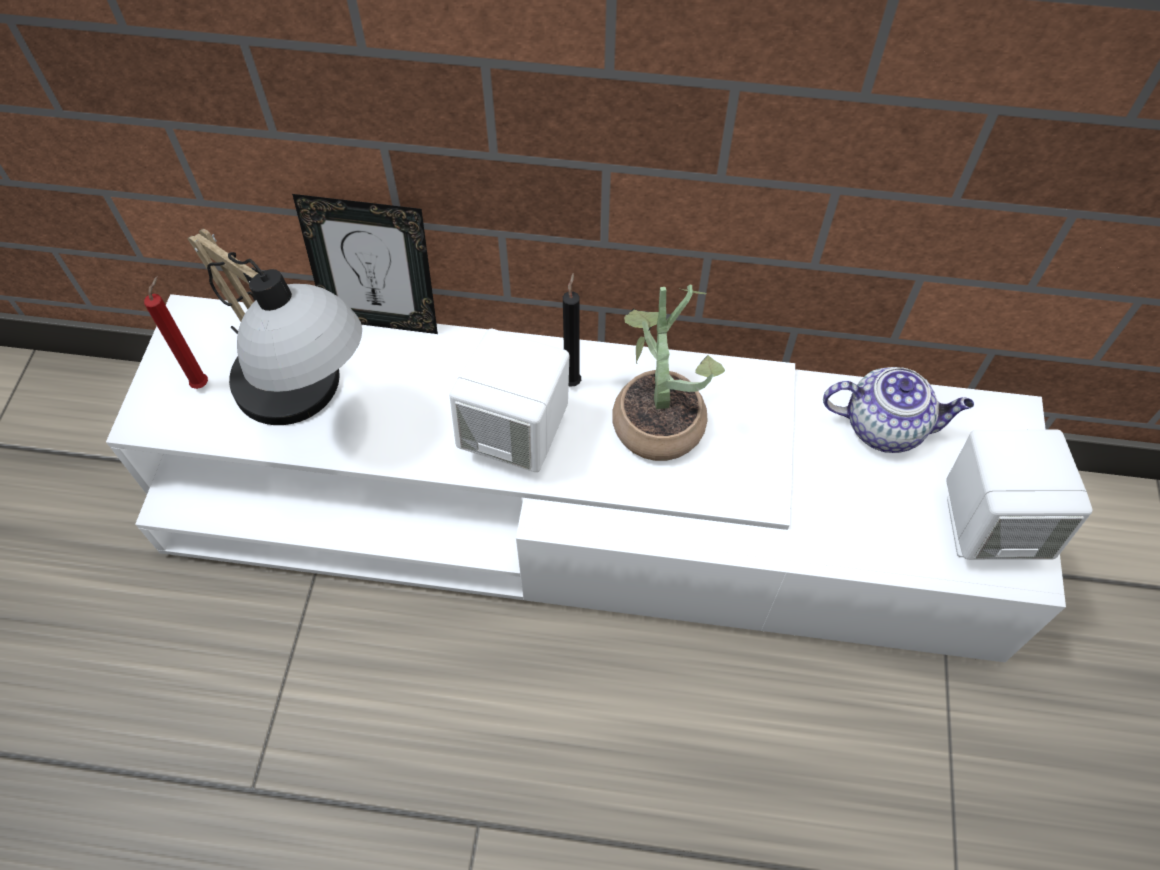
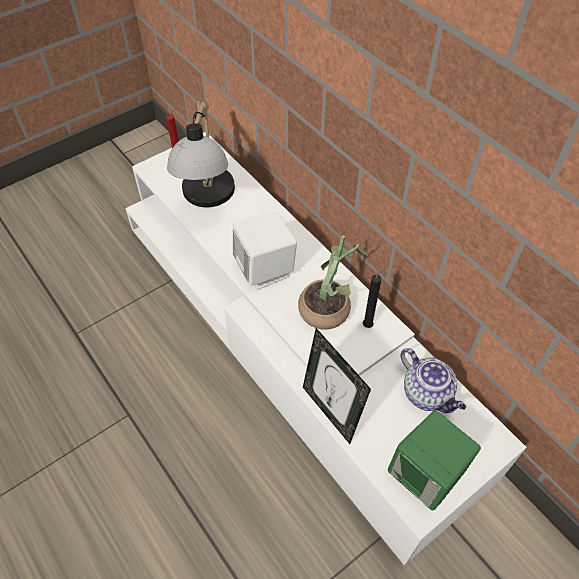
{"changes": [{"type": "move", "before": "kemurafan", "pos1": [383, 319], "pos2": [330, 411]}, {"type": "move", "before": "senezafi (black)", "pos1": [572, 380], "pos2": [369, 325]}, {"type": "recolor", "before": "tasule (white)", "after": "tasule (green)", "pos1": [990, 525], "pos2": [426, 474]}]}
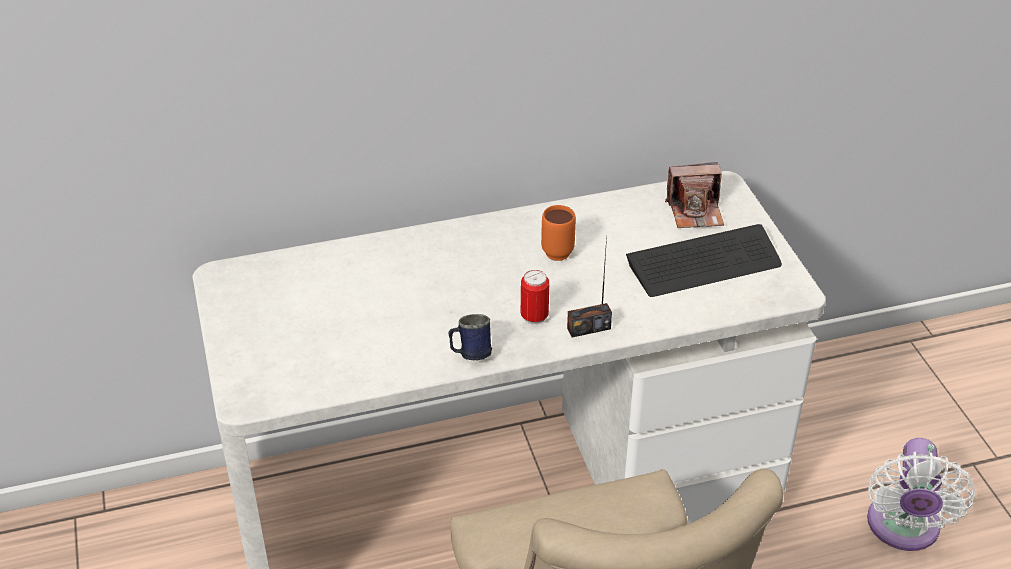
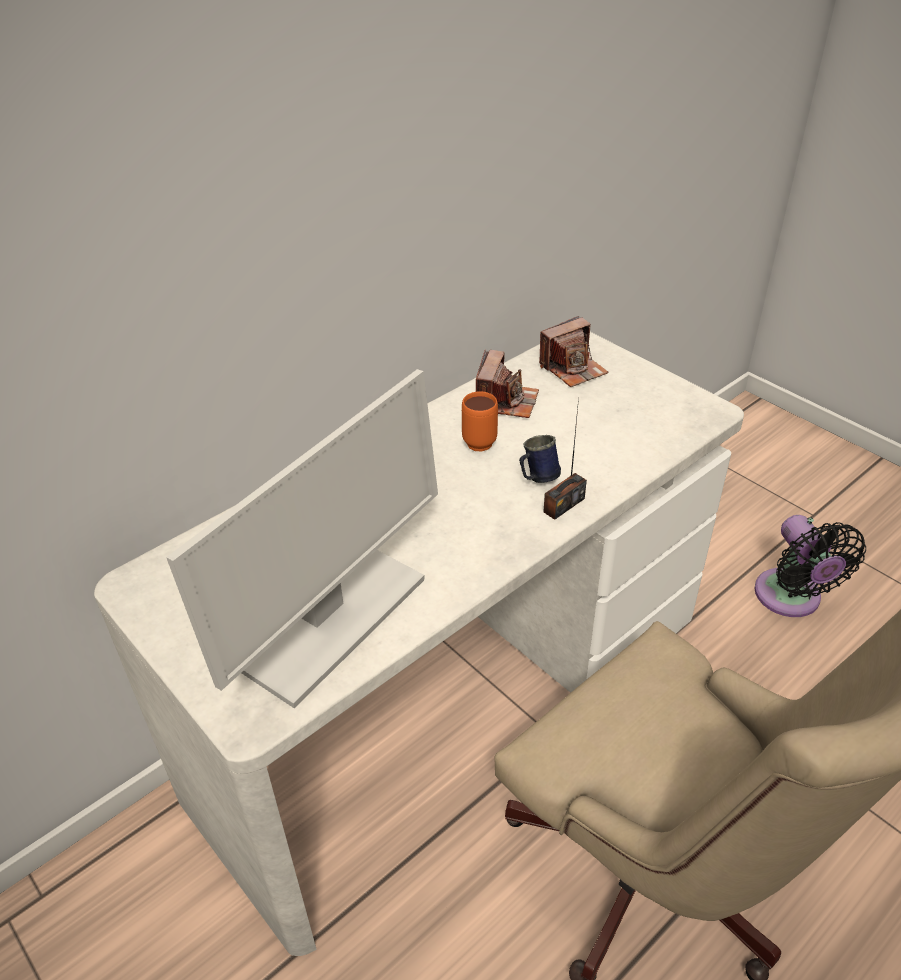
{"changes": [{"type": "delete", "before": "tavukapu", "pos1": [534, 317]}, {"type": "delete", "before": "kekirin", "pos1": [704, 263]}, {"type": "insert", "after": "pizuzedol", "pos2": [327, 620]}, {"type": "insert", "after": "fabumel", "pos2": [506, 401]}, {"type": "move", "before": "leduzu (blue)", "pos1": [470, 354], "pos2": [537, 478]}, {"type": "recolor", "before": "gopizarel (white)", "after": "gopizarel (black)", "pos1": [903, 529], "pos2": [791, 599]}]}
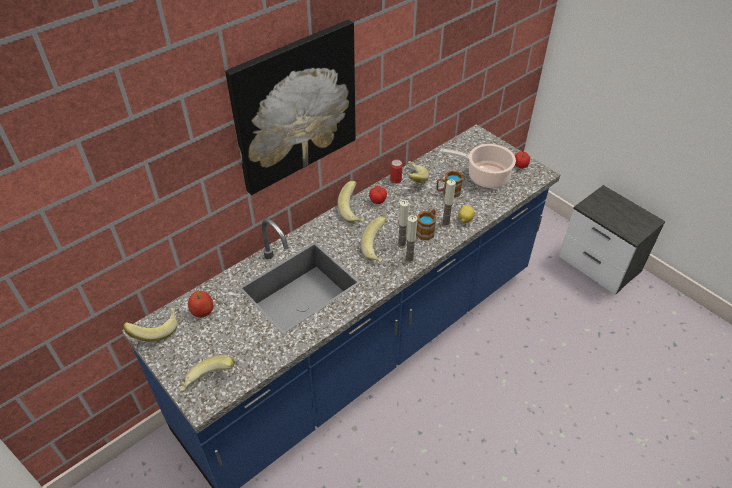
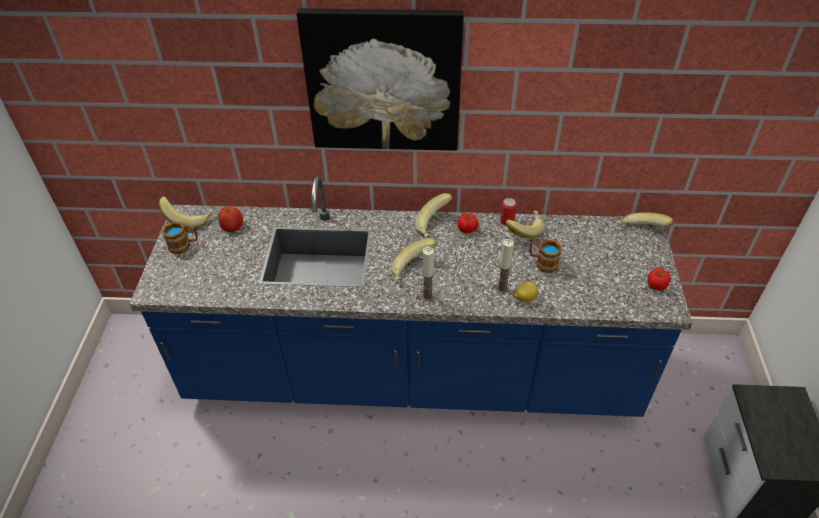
{"changes": [{"type": "delete", "before": "senezafi", "pos1": [402, 244]}, {"type": "delete", "before": "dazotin", "pos1": [485, 176]}, {"type": "move", "before": "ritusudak", "pos1": [209, 382], "pos2": [640, 232]}, {"type": "move", "before": "leduzu", "pos1": [427, 230], "pos2": [184, 245]}]}
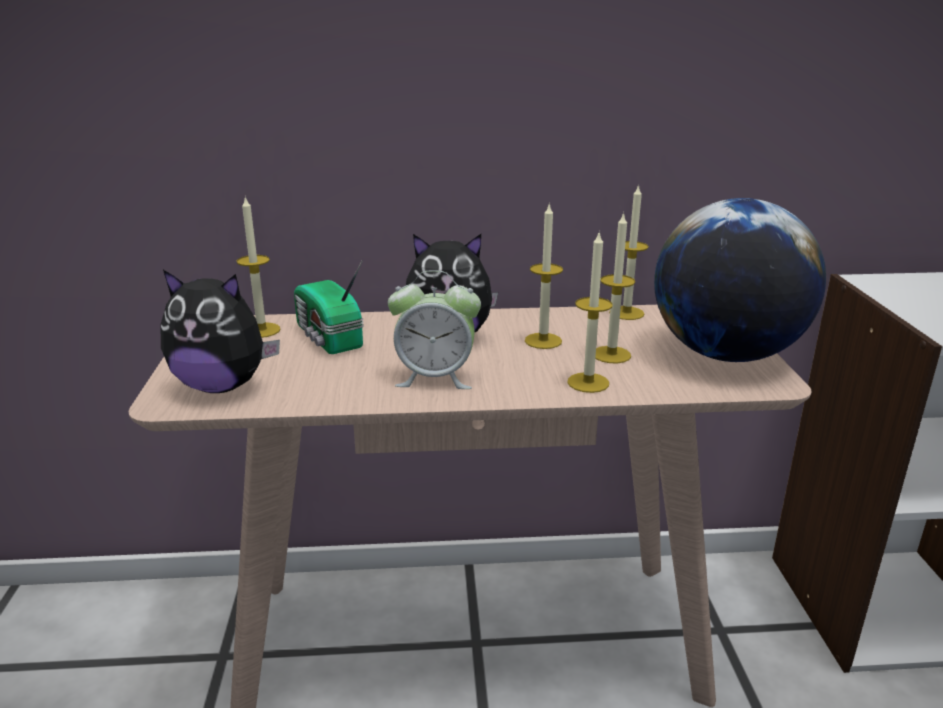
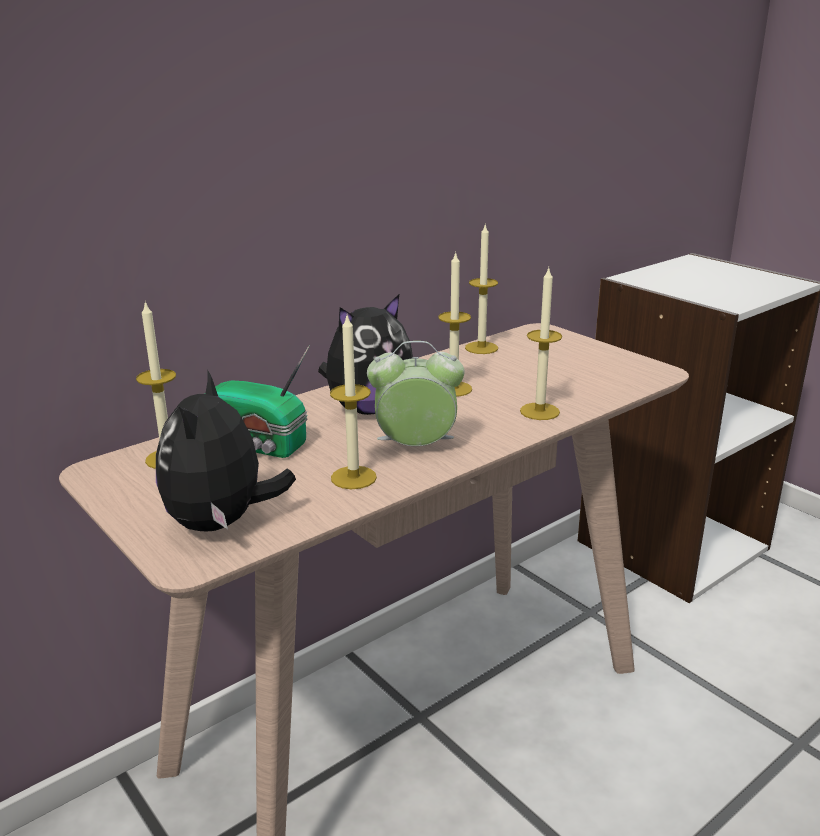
{"changes": [{"type": "delete", "before": "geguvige", "pos1": [726, 354]}, {"type": "move", "before": "senezafi", "pos1": [611, 355], "pos2": [353, 477]}, {"type": "rotate", "before": "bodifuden", "pos1": [222, 386], "pos2": [222, 523], "turn": 120}, {"type": "rotate", "before": "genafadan", "pos1": [435, 378], "pos2": [416, 447], "turn": -150}]}
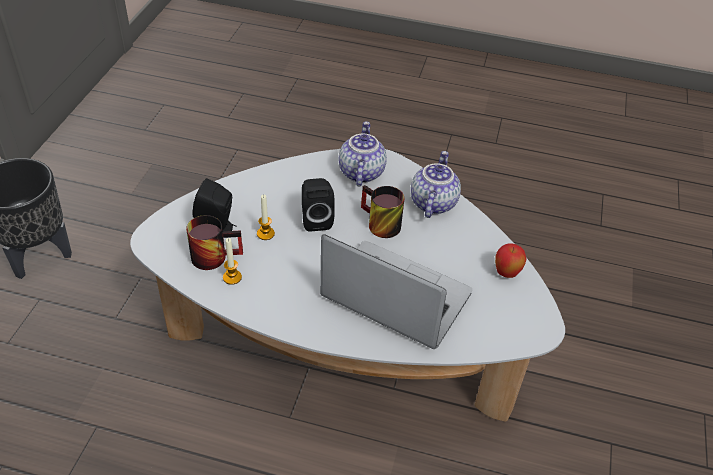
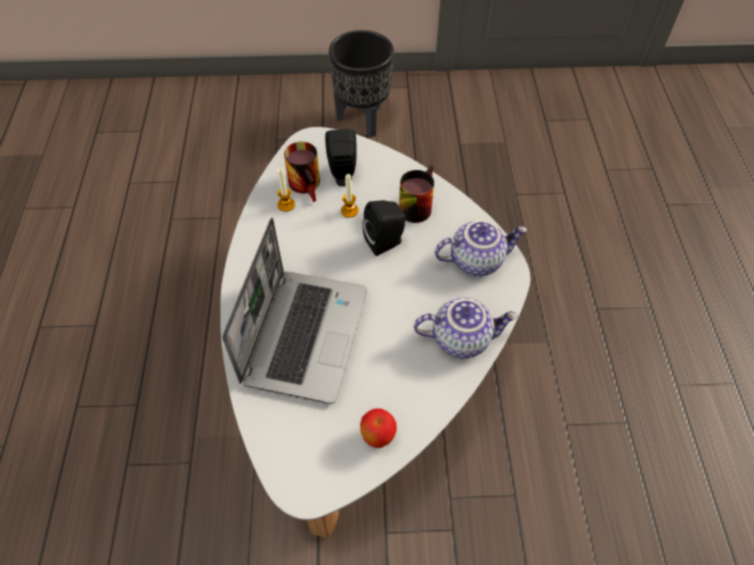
{"changes": [{"type": "move", "before": "leduzu", "pos1": [378, 224], "pos2": [415, 205]}]}
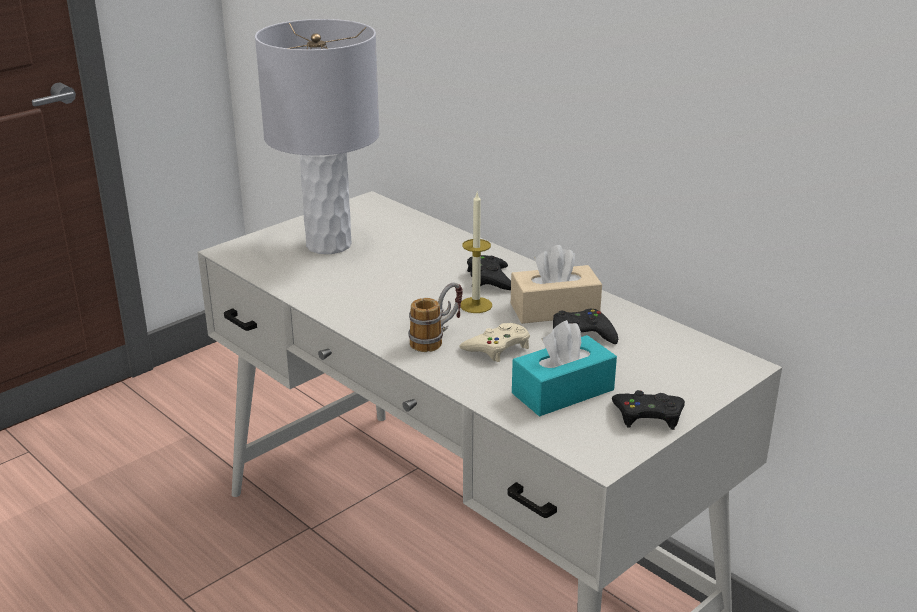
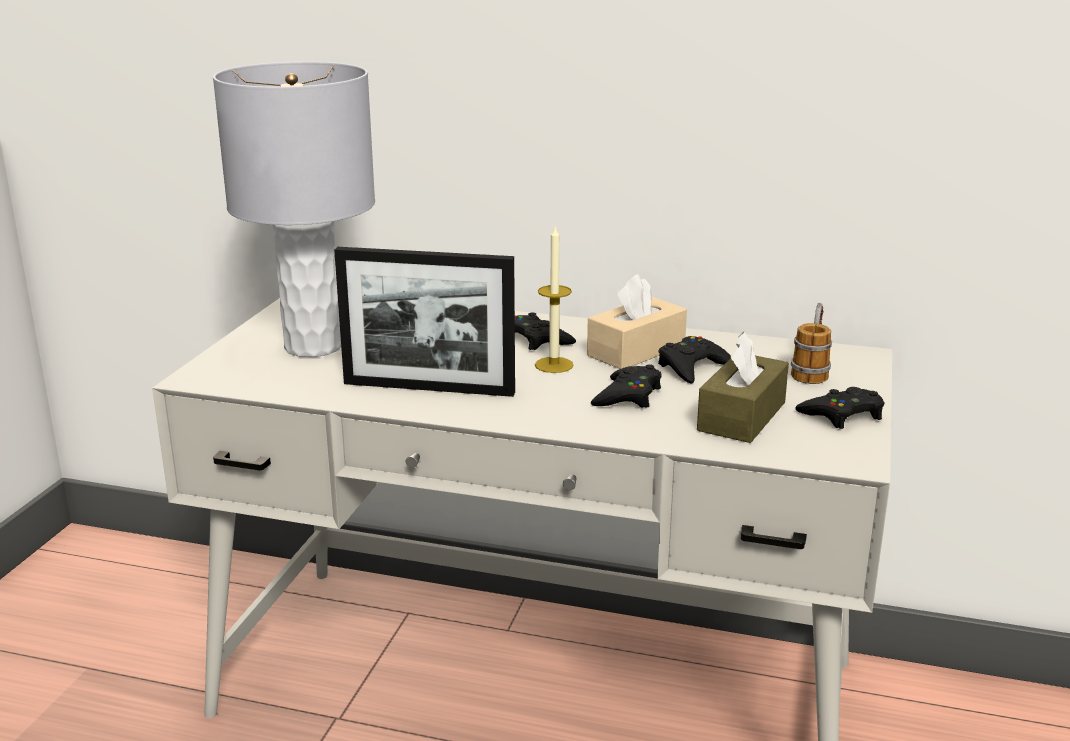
{"changes": [{"type": "insert", "after": "kemurafan", "pos2": [428, 388]}, {"type": "move", "before": "leduzu", "pos1": [437, 339], "pos2": [811, 370]}, {"type": "recolor", "before": "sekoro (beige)", "after": "sekoro (black)", "pos1": [497, 347], "pos2": [628, 396]}, {"type": "recolor", "before": "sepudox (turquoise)", "after": "sepudox (brown)", "pos1": [563, 391], "pos2": [741, 416]}]}
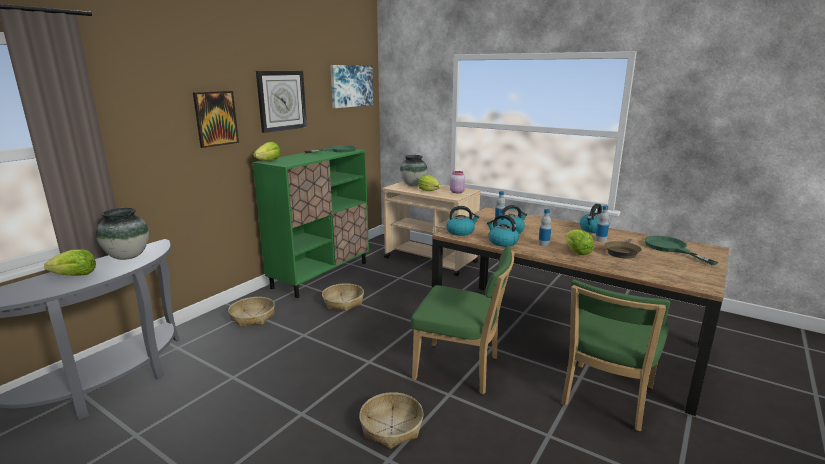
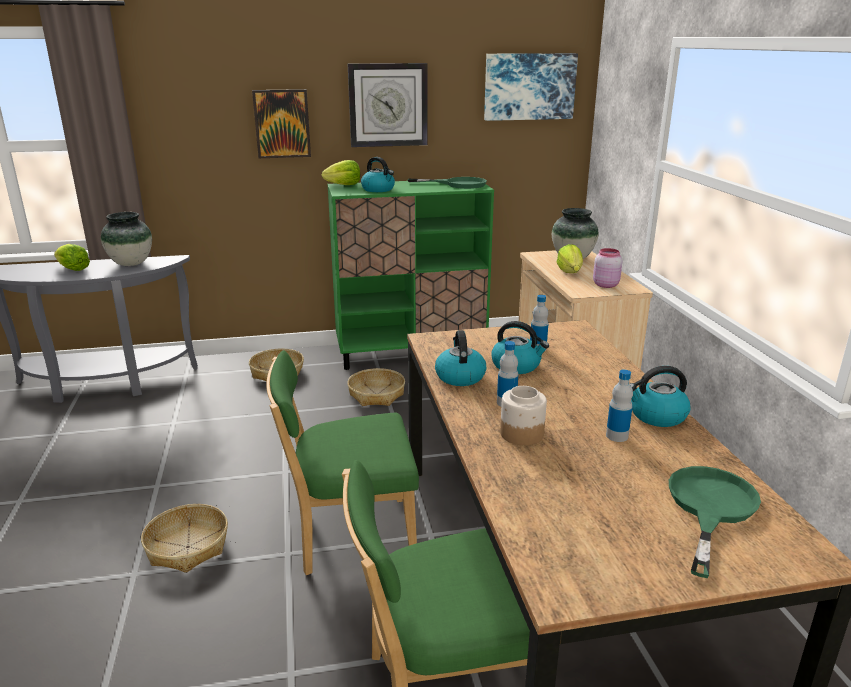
{"changes": [{"type": "delete", "before": "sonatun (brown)", "pos1": [622, 252]}, {"type": "move", "before": "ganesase", "pos1": [460, 232], "pos2": [378, 189]}, {"type": "replace", "before": "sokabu", "after": "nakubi", "pos1": [576, 251], "pos2": [521, 434]}, {"type": "rotate", "before": "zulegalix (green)", "pos1": [461, 369], "pos2": [349, 536], "turn": 105}]}
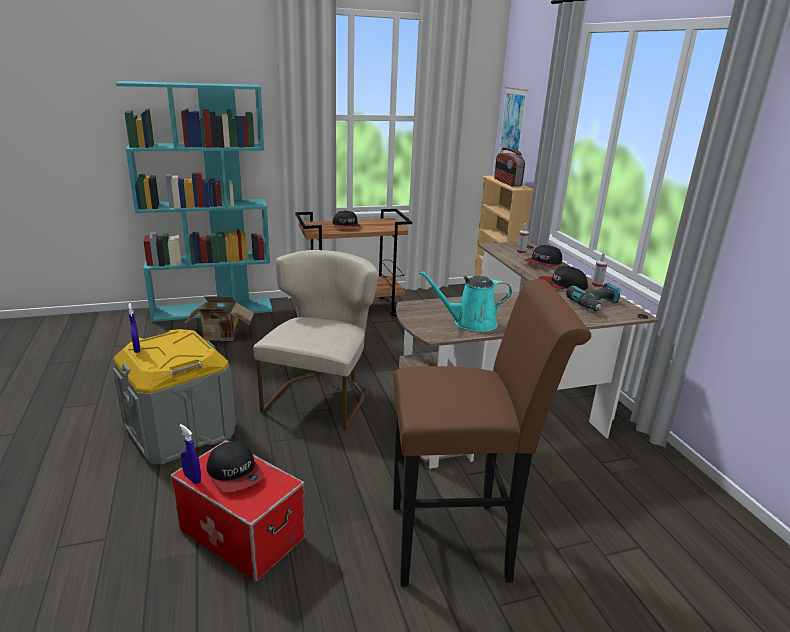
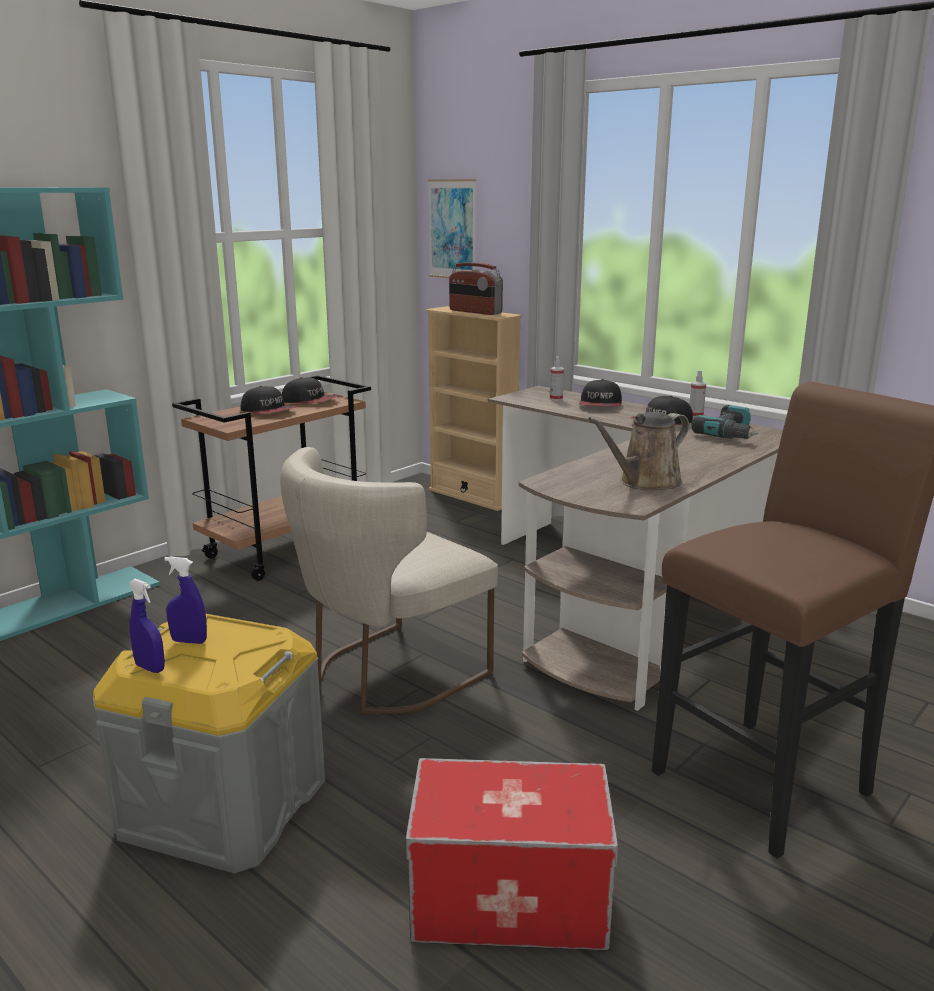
{"changes": [{"type": "delete", "before": "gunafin", "pos1": [221, 337]}, {"type": "move", "before": "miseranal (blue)", "pos1": [192, 478], "pos2": [189, 641]}, {"type": "move", "before": "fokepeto", "pos1": [235, 473], "pos2": [310, 401]}, {"type": "recolor", "before": "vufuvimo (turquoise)", "after": "vufuvimo (brown)", "pos1": [470, 323], "pos2": [645, 483]}, {"type": "rotate", "before": "zulegalix (beige)", "pos1": [321, 396], "pos2": [387, 675], "turn": -120}]}
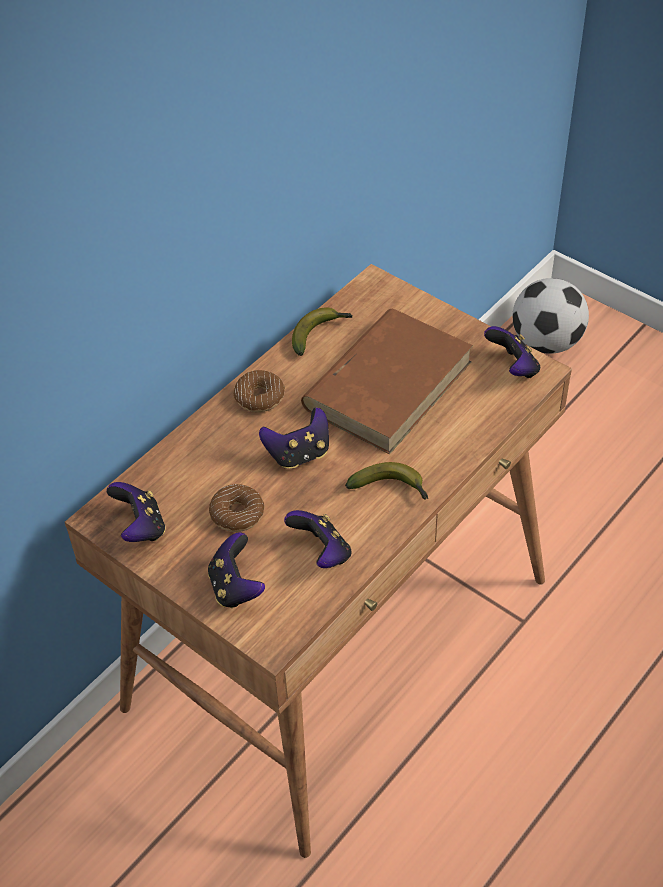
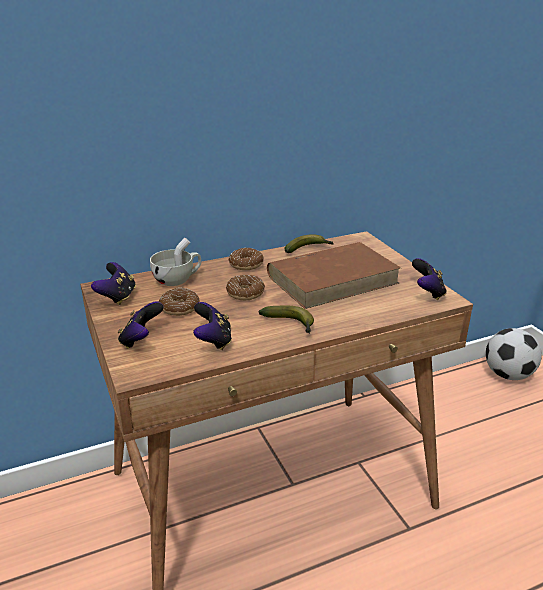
{"changes": [{"type": "insert", "after": "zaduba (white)", "pos2": [178, 279]}, {"type": "replace", "before": "sekoro", "after": "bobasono", "pos1": [299, 454], "pos2": [245, 293]}]}
